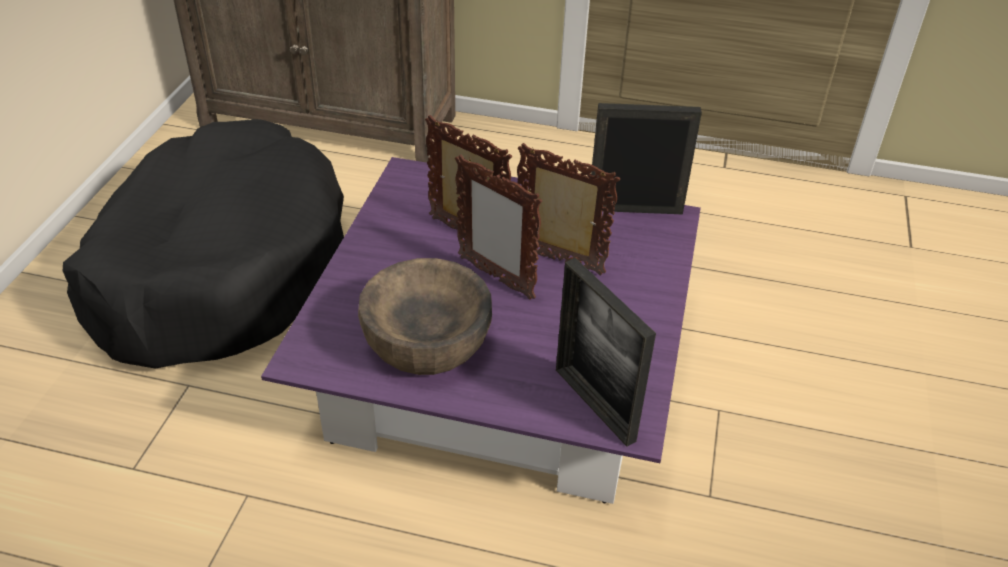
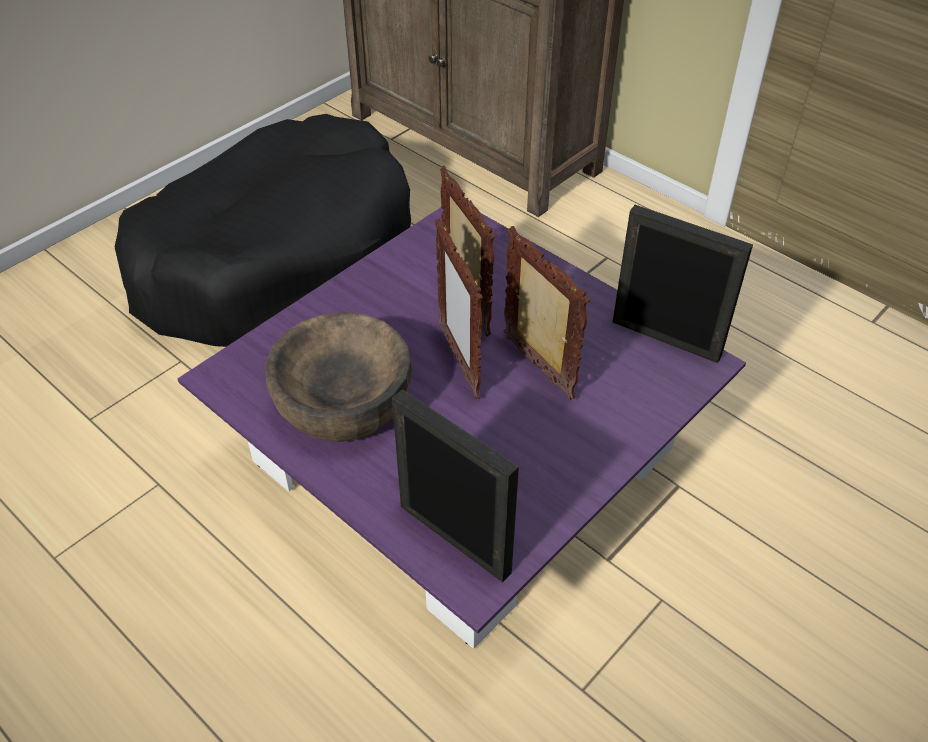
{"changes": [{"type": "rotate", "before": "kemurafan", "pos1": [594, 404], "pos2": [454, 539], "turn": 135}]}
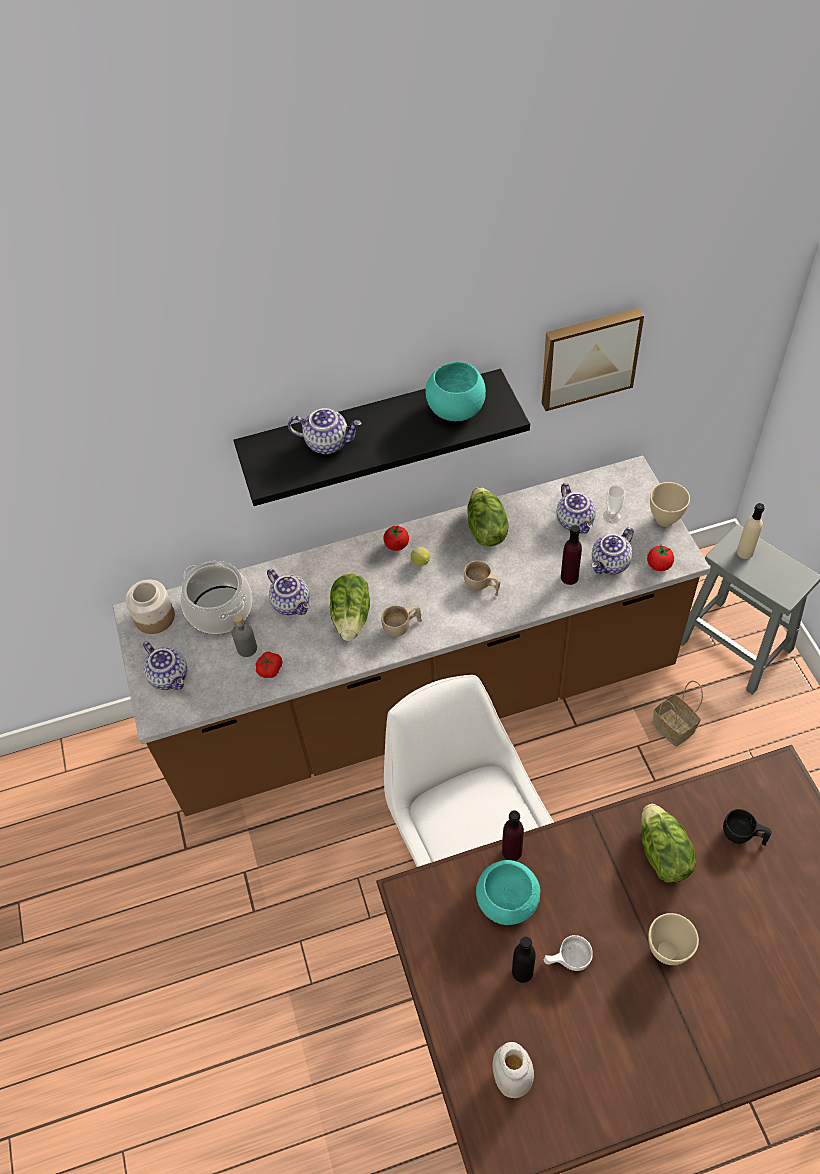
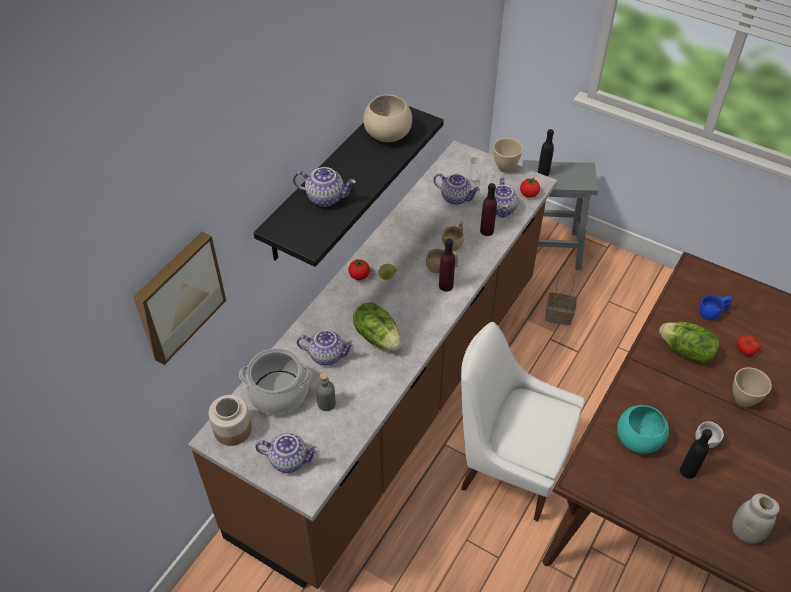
{"changes": [{"type": "delete", "before": "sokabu", "pos1": [485, 529]}, {"type": "move", "before": "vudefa", "pos1": [269, 669], "pos2": [746, 349]}, {"type": "move", "before": "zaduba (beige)", "pos1": [402, 627], "pos2": [454, 242]}, {"type": "move", "before": "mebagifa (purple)", "pos1": [512, 851], "pos2": [446, 286]}, {"type": "move", "before": "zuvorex", "pos1": [588, 357], "pos2": [178, 296]}, {"type": "recolor", "before": "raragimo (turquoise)", "after": "raragimo (beige)", "pos1": [457, 408], "pos2": [388, 133]}, {"type": "recolor", "before": "zaduba (black)", "after": "zaduba (blue)", "pos1": [743, 836], "pos2": [713, 313]}, {"type": "recolor", "before": "mebagifa (beige)", "after": "mebagifa (black)", "pos1": [744, 552], "pos2": [543, 173]}, {"type": "rotate", "before": "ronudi", "pos1": [328, 442], "pos2": [326, 197], "turn": 45}]}
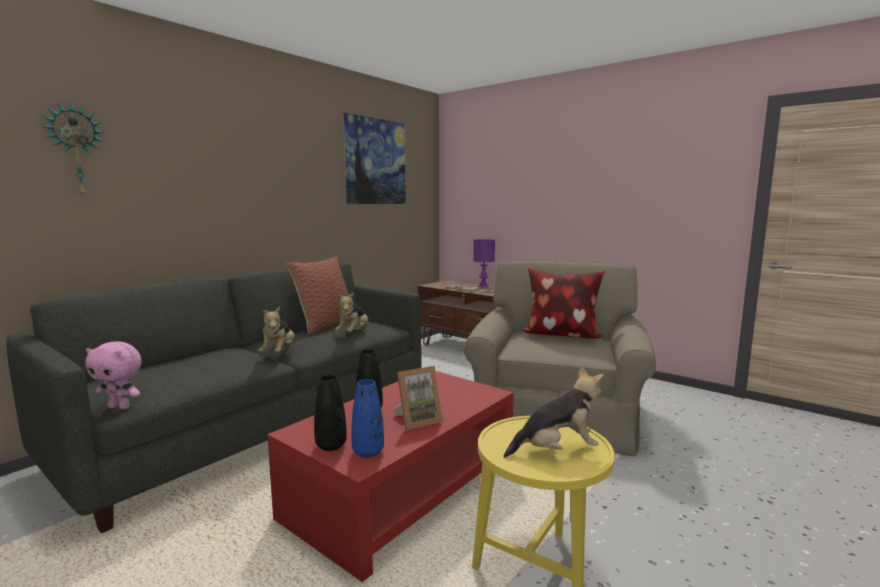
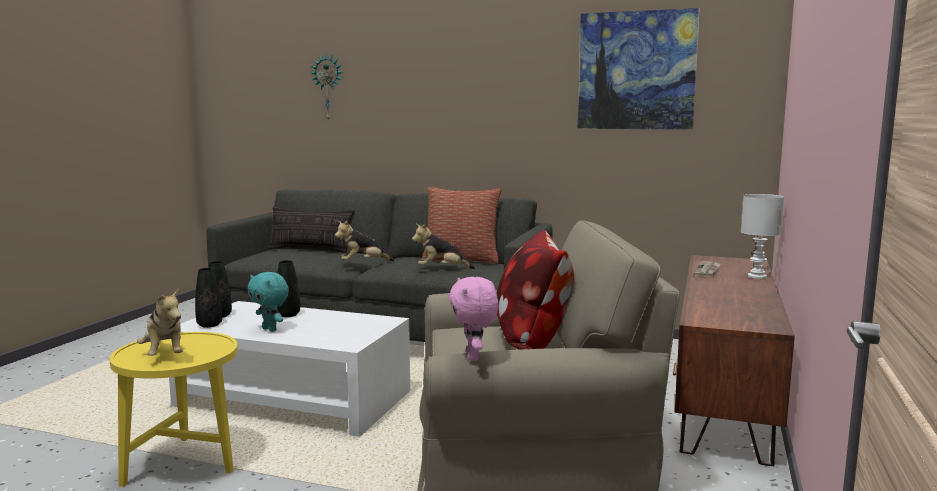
{"changes": [{"type": "insert", "after": "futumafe", "pos2": [311, 250]}, {"type": "move", "before": "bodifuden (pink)", "pos1": [120, 407], "pos2": [474, 357]}, {"type": "replace", "before": "kemurafan", "after": "bodifuden (turquoise)", "pos1": [417, 420], "pos2": [270, 329]}, {"type": "recolor", "before": "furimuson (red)", "after": "furimuson (white)", "pos1": [403, 489], "pos2": [294, 399]}, {"type": "recolor", "before": "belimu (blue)", "after": "belimu (black)", "pos1": [368, 452], "pos2": [209, 325]}, {"type": "recolor", "before": "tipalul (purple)", "after": "tipalul (white)", "pos1": [483, 286], "pos2": [756, 277]}]}
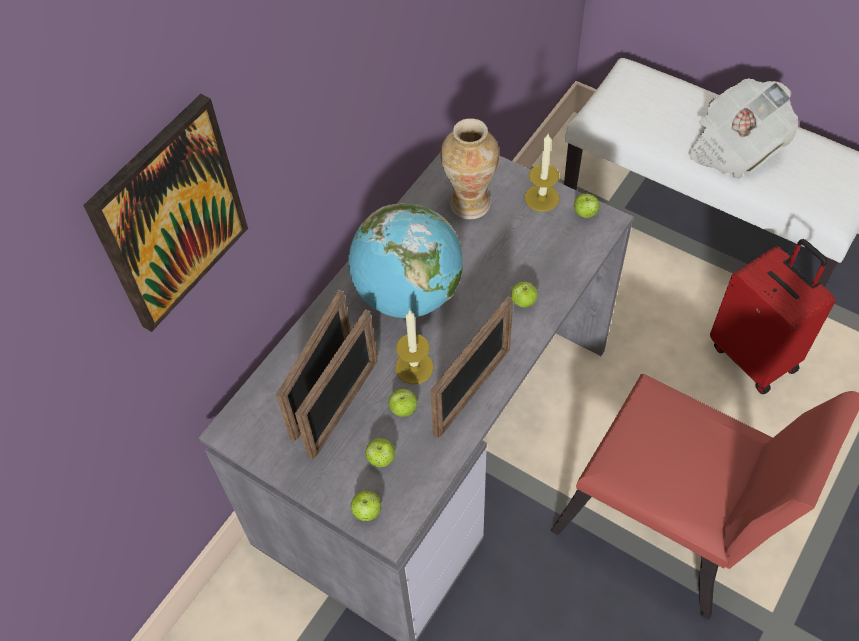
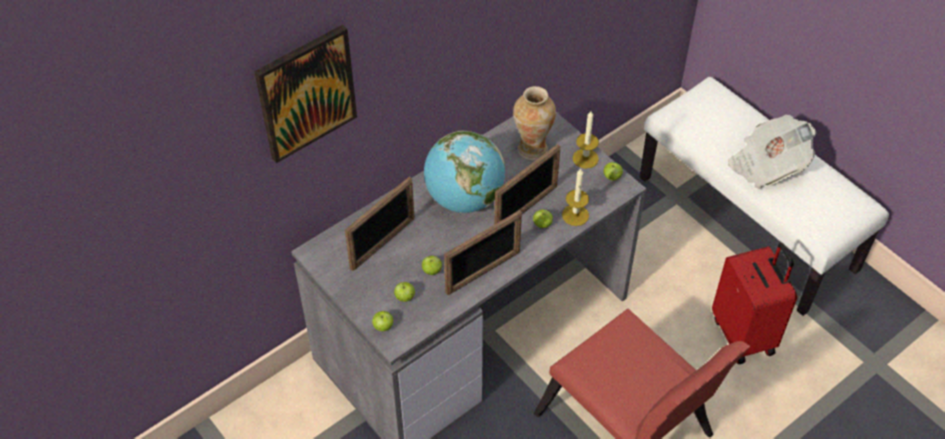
{"changes": [{"type": "move", "before": "kemurafan", "pos1": [344, 407], "pos2": [526, 208]}, {"type": "move", "before": "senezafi", "pos1": [414, 367], "pos2": [575, 215]}]}
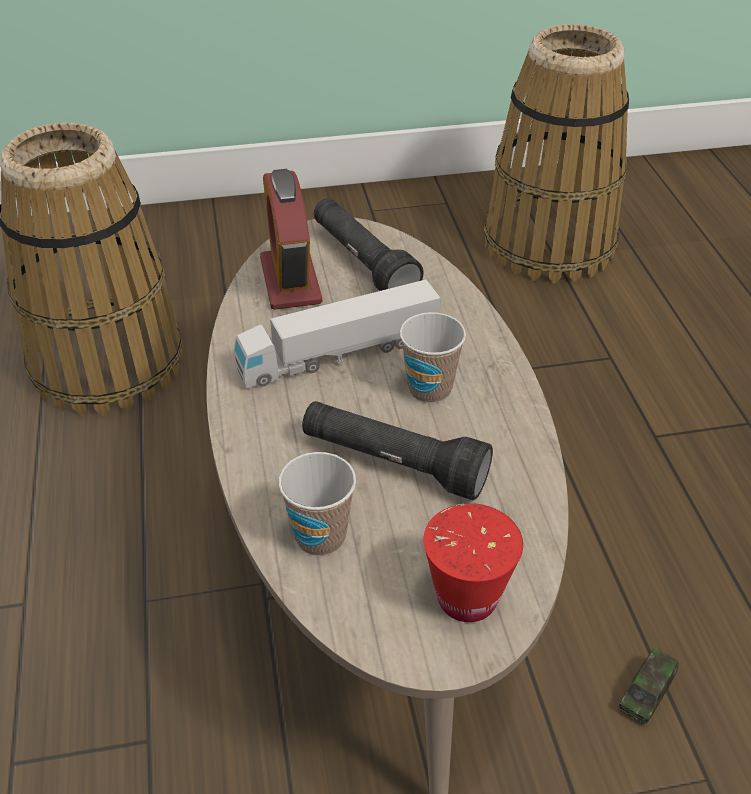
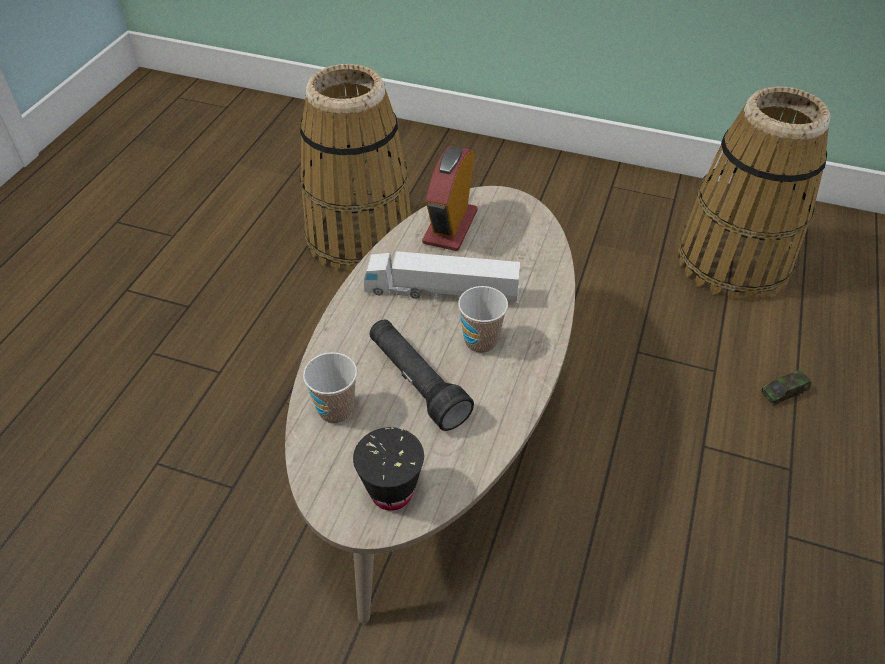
{"changes": [{"type": "delete", "before": "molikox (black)", "pos1": [362, 262]}, {"type": "move", "before": "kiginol", "pos1": [646, 693], "pos2": [783, 392]}, {"type": "recolor", "before": "zaduba (red)", "after": "zaduba (black)", "pos1": [467, 598], "pos2": [391, 492]}]}
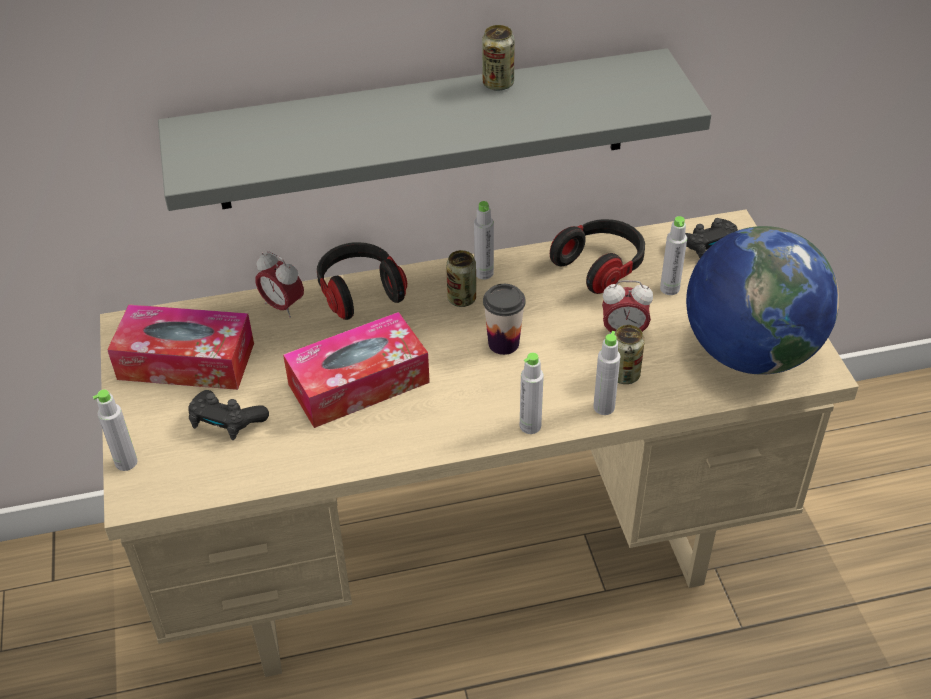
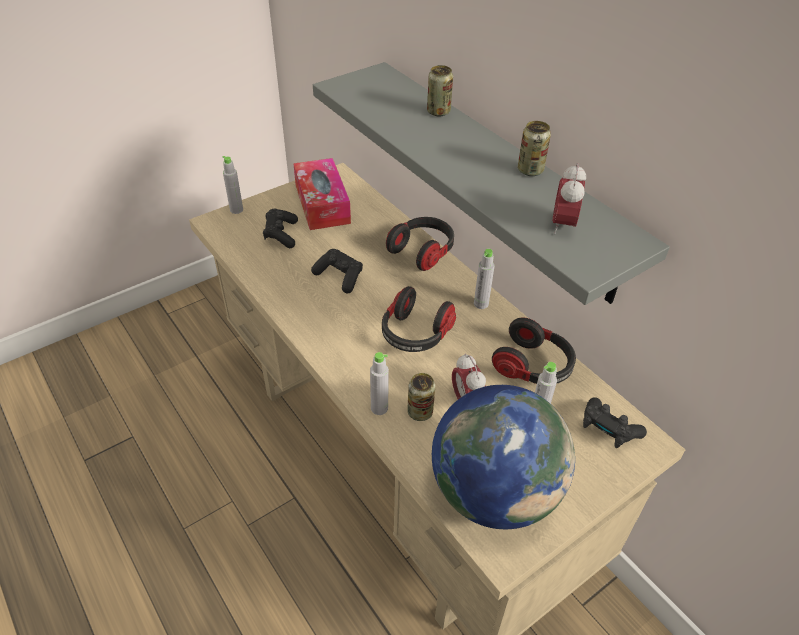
{"changes": [{"type": "delete", "before": "mebagifa (grey)", "pos1": [530, 426]}, {"type": "move", "before": "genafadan", "pos1": [282, 306], "pos2": [563, 225]}, {"type": "move", "before": "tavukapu", "pos1": [461, 299], "pos2": [438, 112]}, {"type": "replace", "before": "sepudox", "after": "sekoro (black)", "pos1": [359, 383], "pos2": [339, 277]}, {"type": "replace", "before": "zaduba", "after": "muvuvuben", "pos1": [503, 343], "pos2": [415, 334]}]}
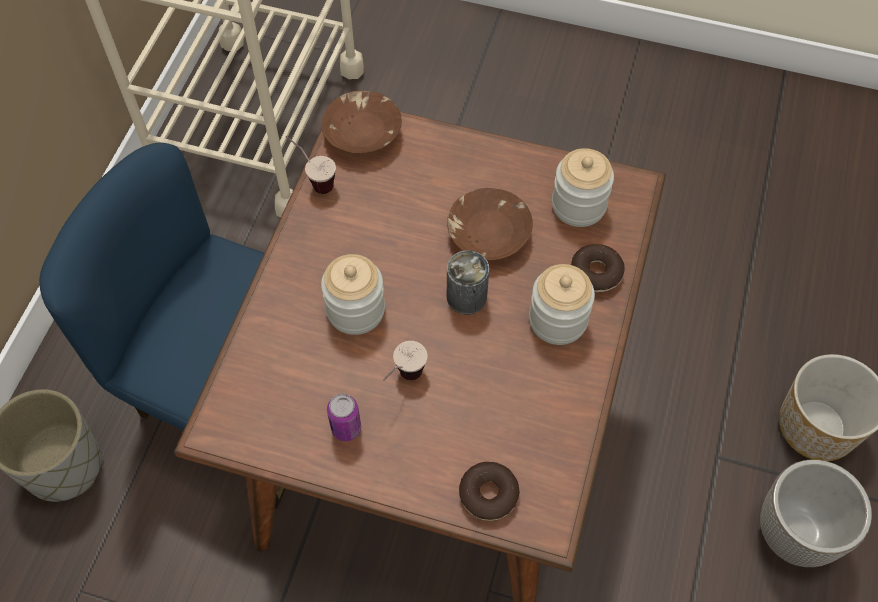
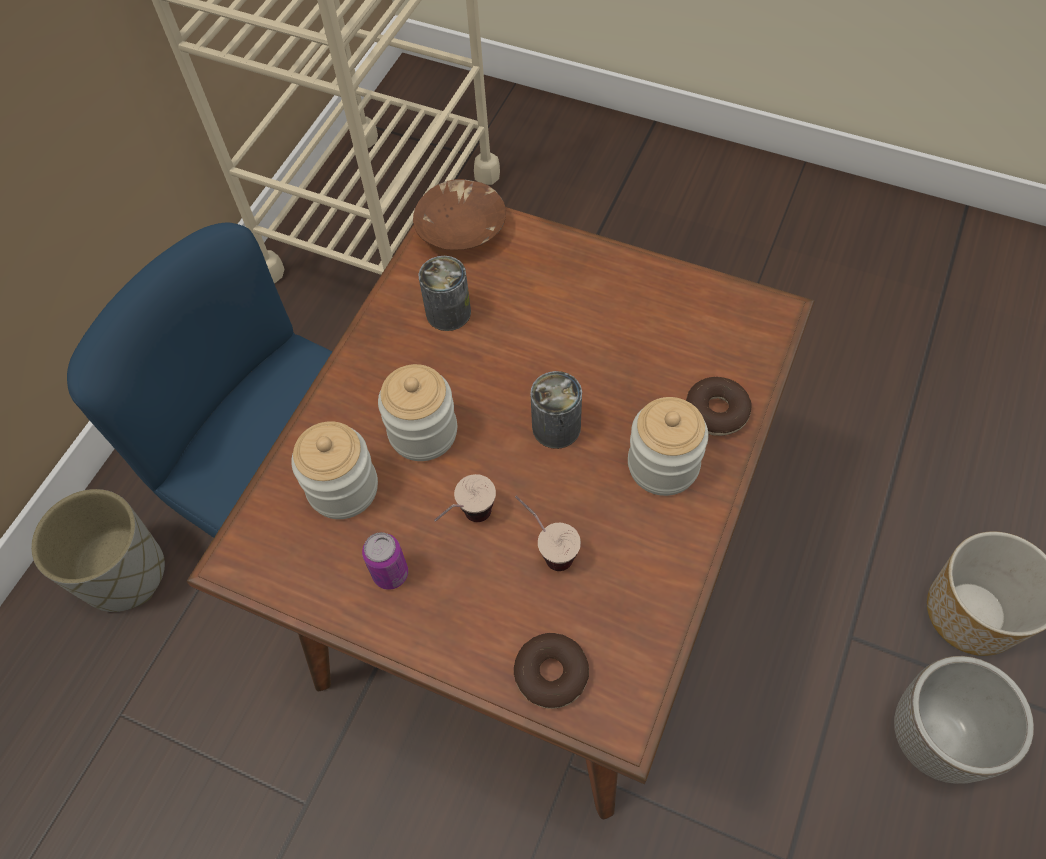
{"changes": [{"type": "delete", "before": "raragimo (brown)", "pos1": [488, 233]}, {"type": "insert", "after": "tavukapu", "pos2": [448, 312]}, {"type": "move", "before": "zaduba", "pos1": [313, 180], "pos2": [546, 548]}, {"type": "move", "before": "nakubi", "pos1": [578, 205], "pos2": [343, 488]}]}
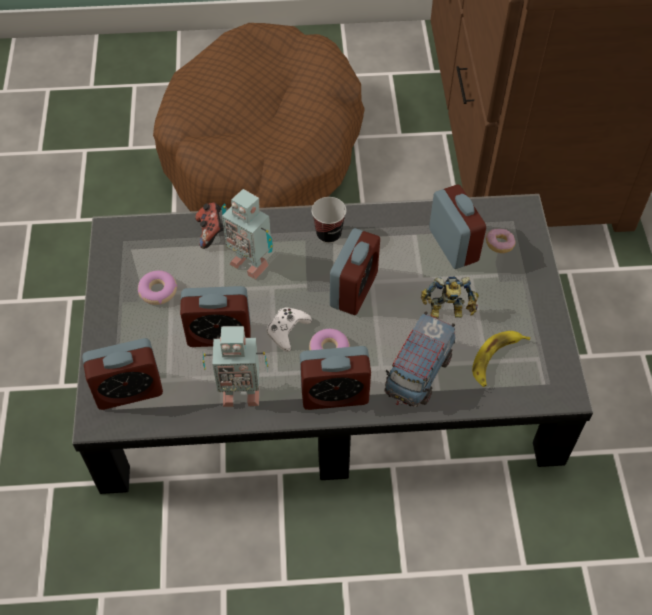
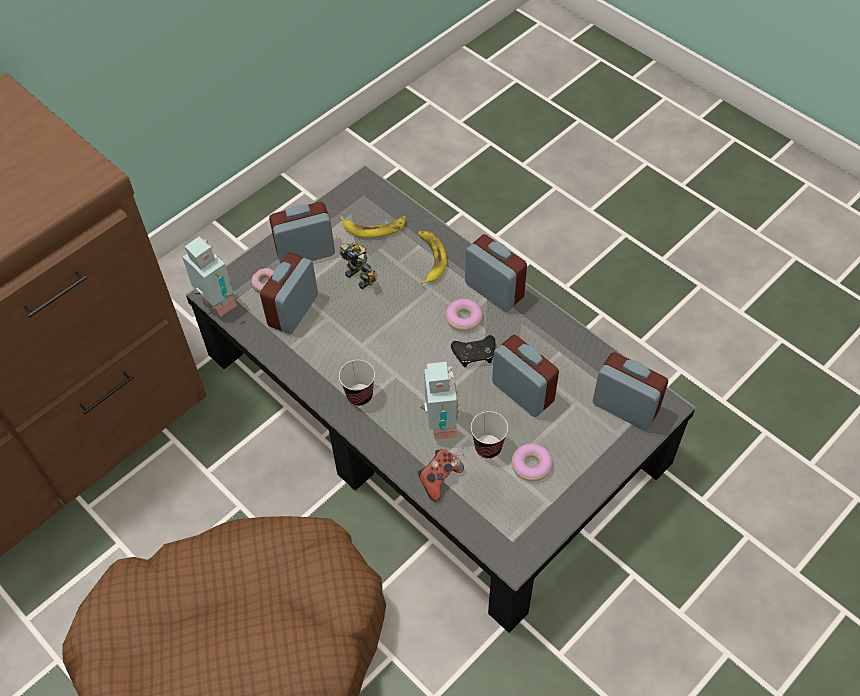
{"changes": [{"type": "insert", "after": "zaduba", "pos2": [488, 447]}, {"type": "move", "before": "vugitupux", "pos1": [239, 393], "pos2": [217, 305]}, {"type": "move", "before": "genafadan", "pos1": [354, 289], "pos2": [305, 253]}, {"type": "replace", "before": "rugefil", "after": "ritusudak", "pos1": [418, 374], "pos2": [429, 259]}, {"type": "recolor", "before": "sekoro (white)", "after": "sekoro (black)", "pos1": [287, 330], "pos2": [474, 354]}]}
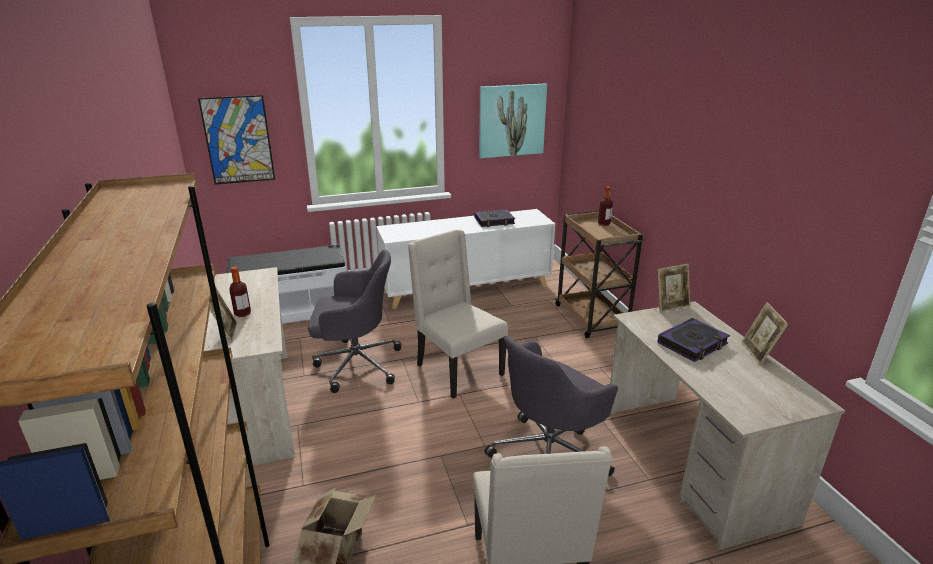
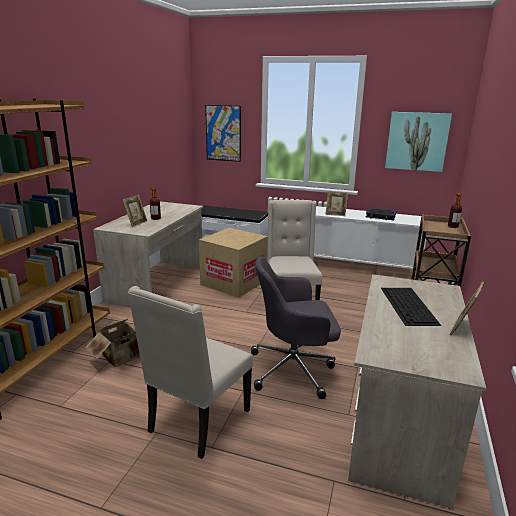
{"changes": [{"type": "move", "before": "kemurafan", "pos1": [671, 306], "pos2": [335, 214]}, {"type": "replace", "before": "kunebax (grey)", "after": "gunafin", "pos1": [356, 364], "pos2": [234, 282]}, {"type": "replace", "before": "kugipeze", "after": "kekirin", "pos1": [692, 344], "pos2": [409, 306]}]}
